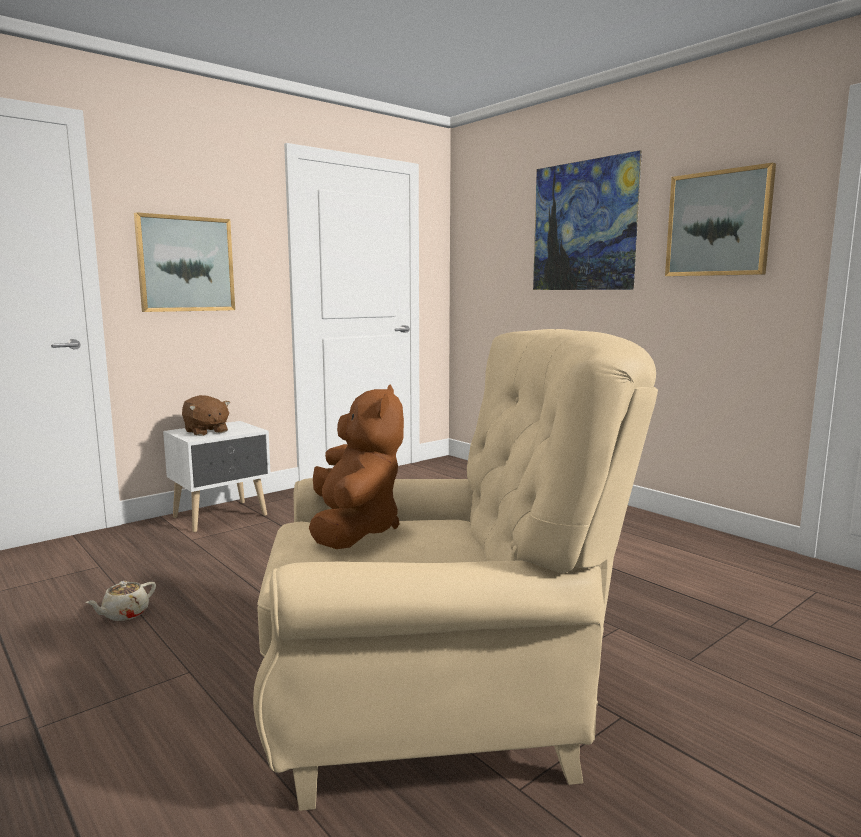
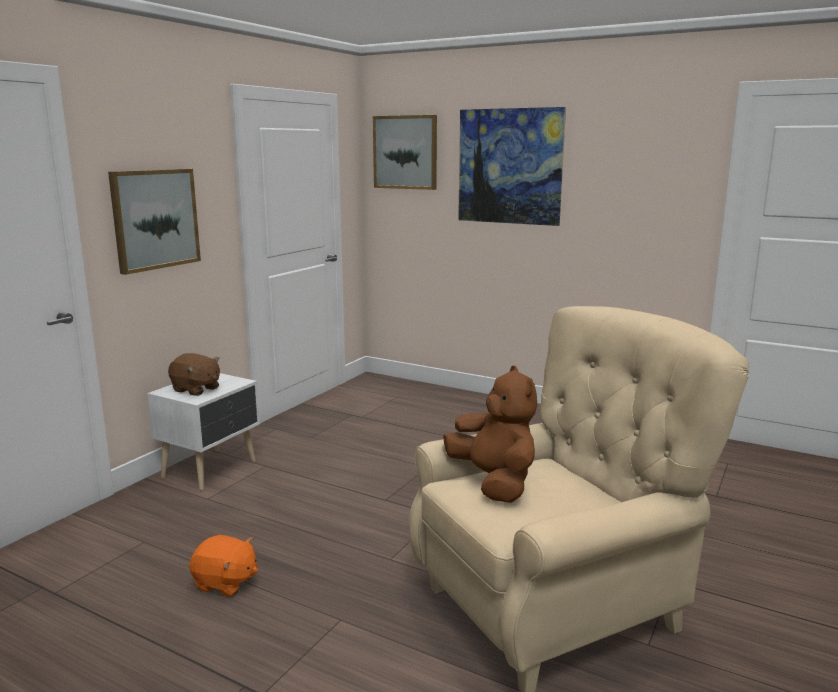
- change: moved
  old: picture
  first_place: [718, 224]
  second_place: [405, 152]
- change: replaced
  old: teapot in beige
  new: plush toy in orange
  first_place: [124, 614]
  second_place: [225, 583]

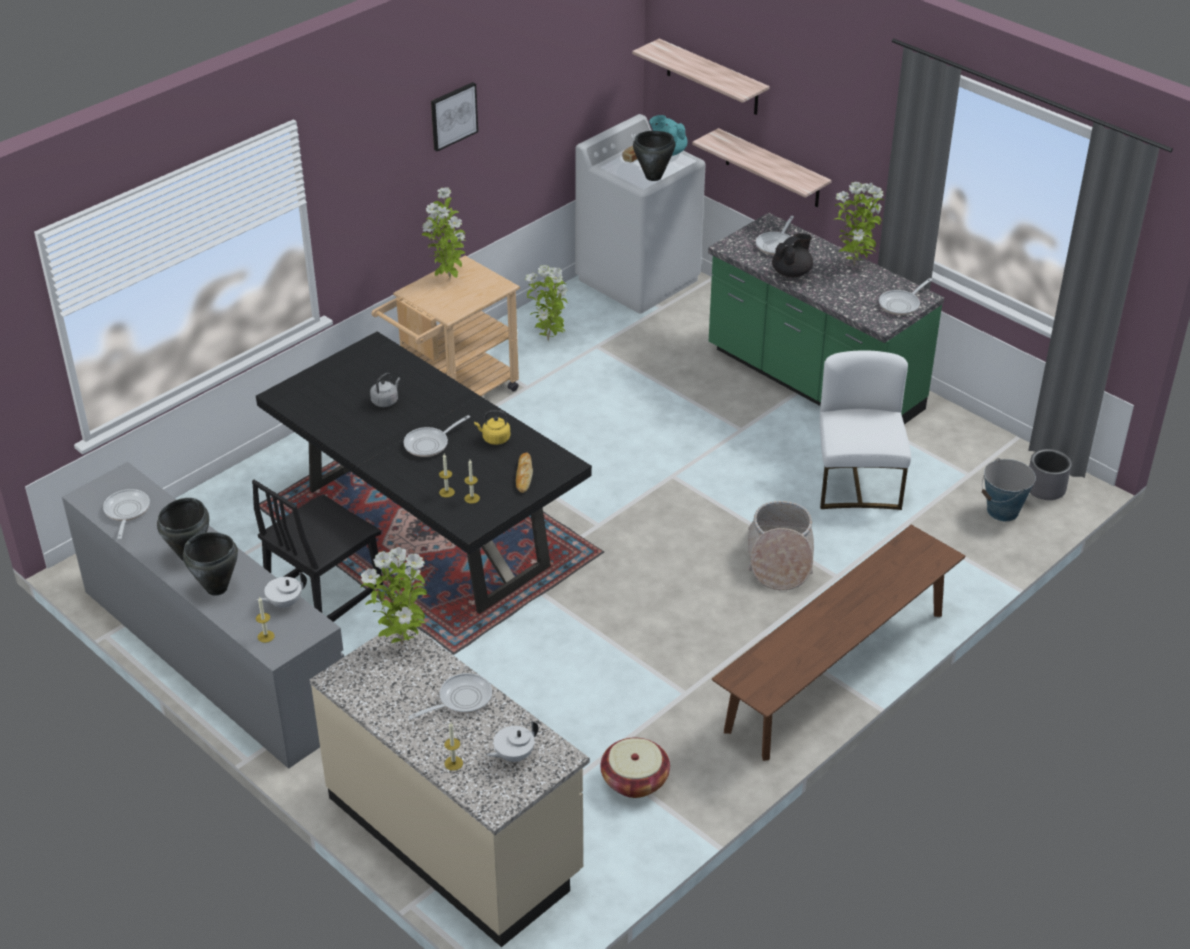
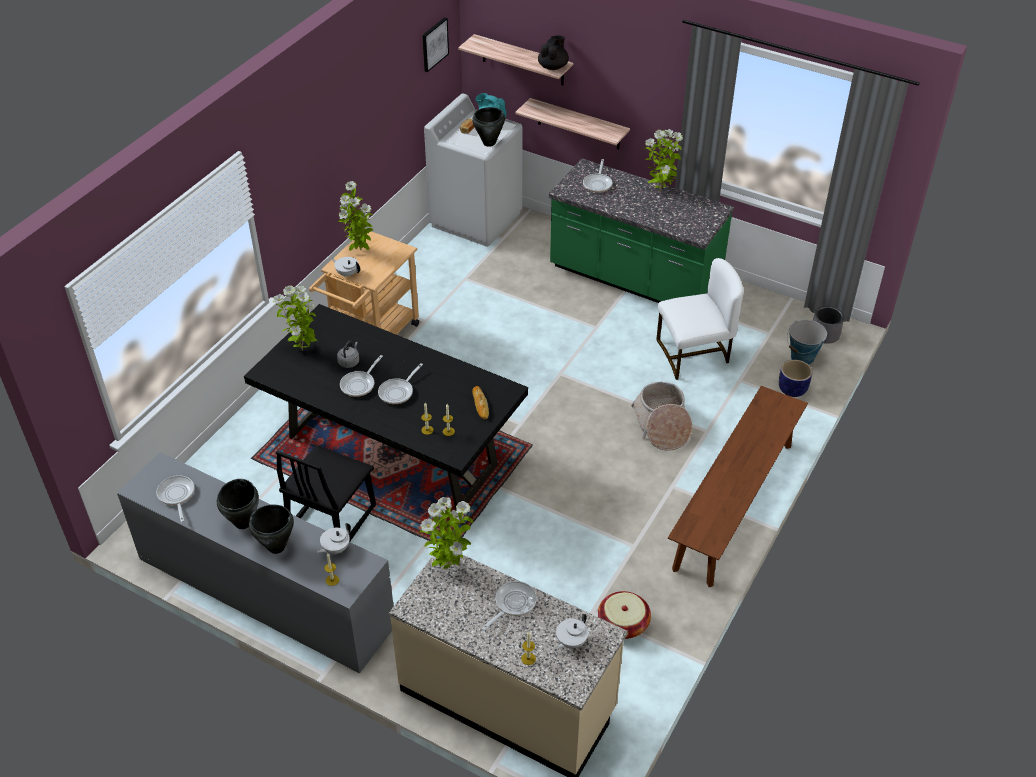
- change: moved
  old: picture
  first_place: [453, 116]
  second_place: [434, 44]
- change: moved
  old: teapot in black
  first_place: [792, 273]
  second_place: [553, 66]
- change: moved
  old: potted plant
  first_place: [549, 340]
  second_place: [303, 349]
- change: moved
  old: frying pan
  first_place: [901, 304]
  second_place: [359, 384]
- change: turned
  old: chair in white
  first_place: [857, 483]
  second_place: [694, 354]
  degrees: 90
- change: removed
  old: kettle in yellow
  first_place: [494, 439]
- change: added
  new: teapot in white
  second_place: [347, 273]
- change: added
  new: planter
  second_place: [792, 390]

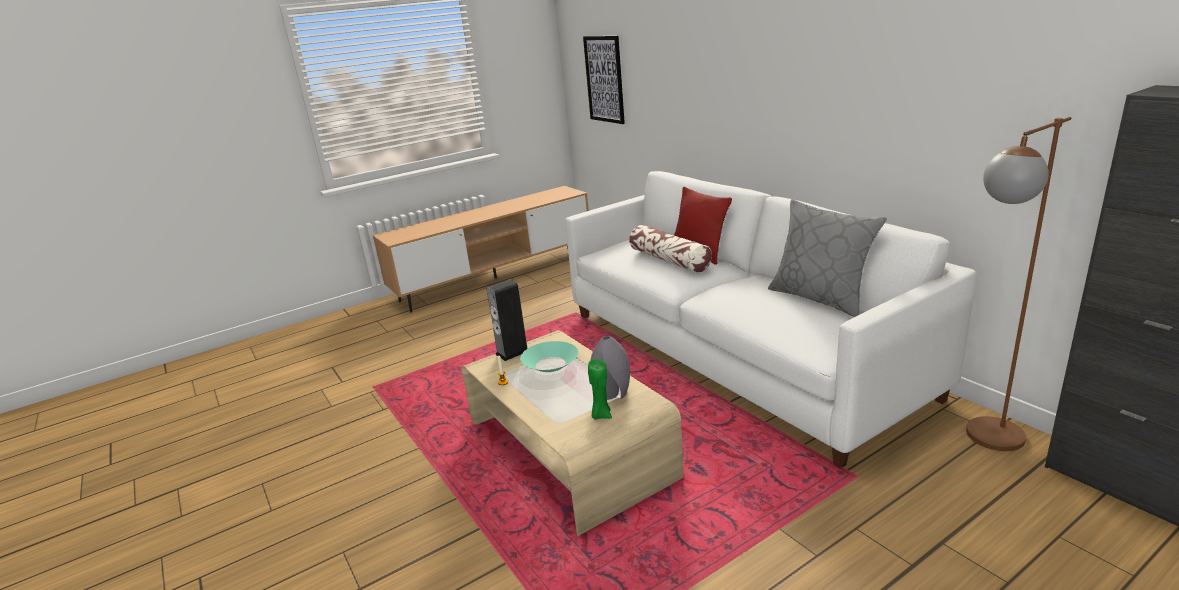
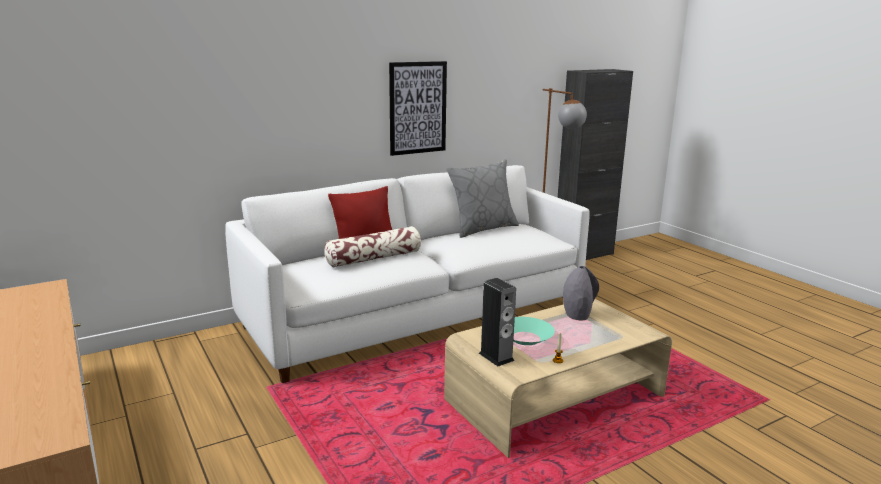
- change: moved
  old: picture
  first_place: [604, 79]
  second_place: [417, 108]
- change: removed
  old: candle in green
  first_place: [601, 415]

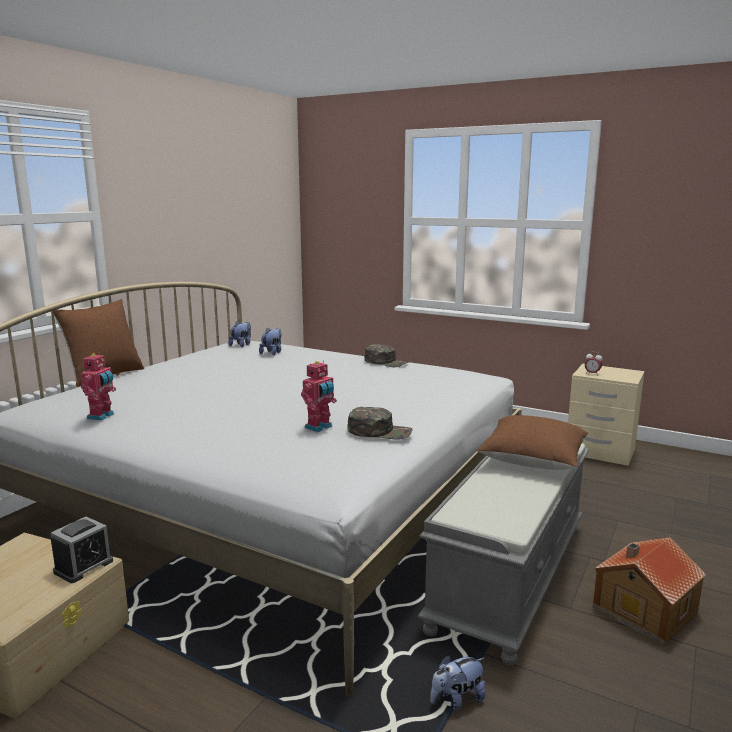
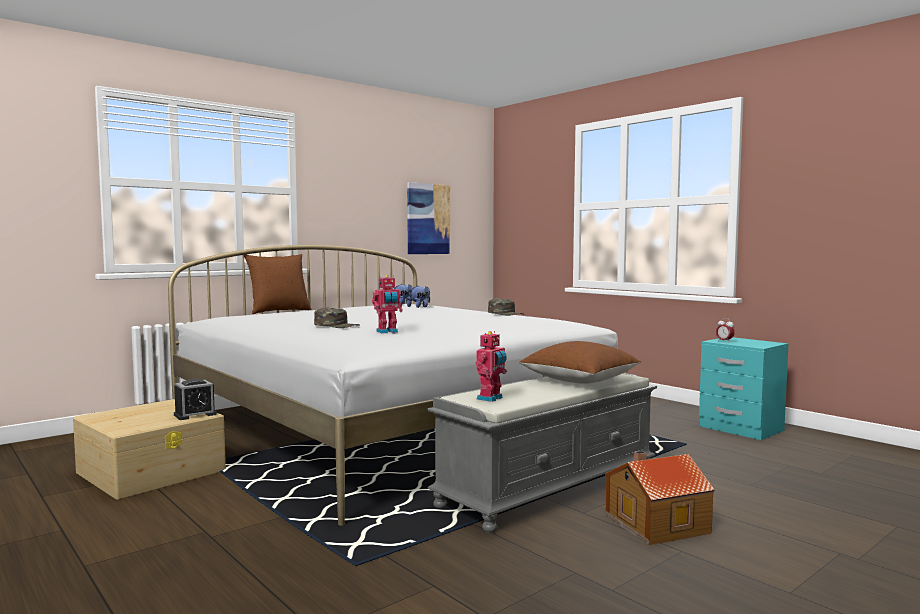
- change: moved
  old: toy robot
  first_place: [102, 416]
  second_place: [491, 398]
- change: recoloured
  old: nightstand in beige
  new: nightstand in turquoise
  first_place: [600, 451]
  second_place: [741, 428]
- change: moved
  old: cap in green
  first_place: [379, 431]
  second_place: [336, 325]
- change: removed
  old: plush toy
  first_place: [457, 699]
- change: added
  new: picture
  second_place: [428, 219]

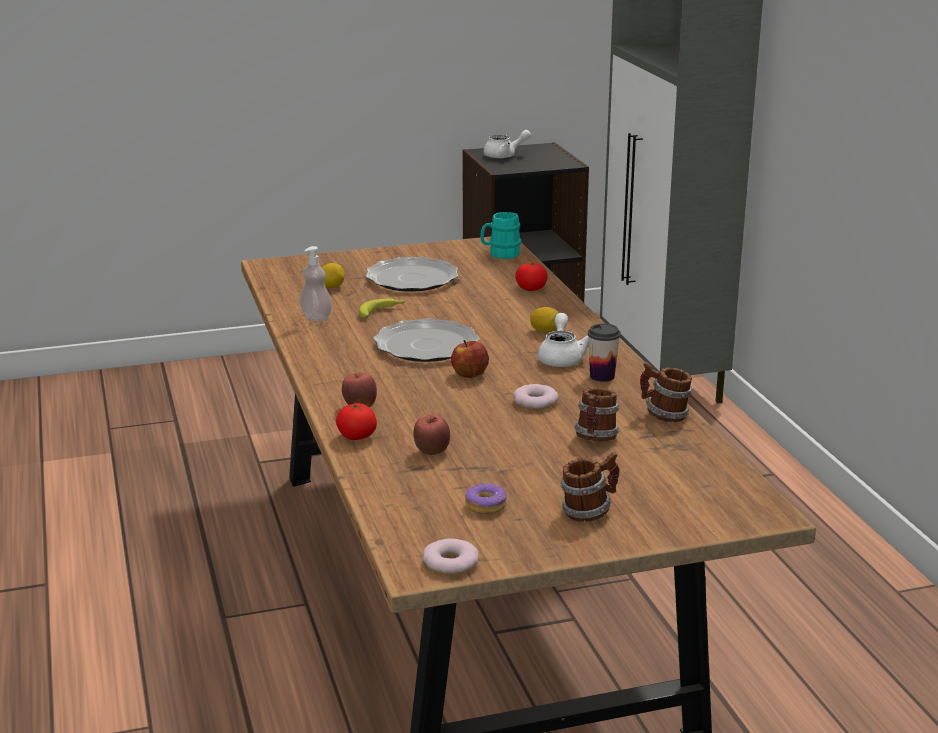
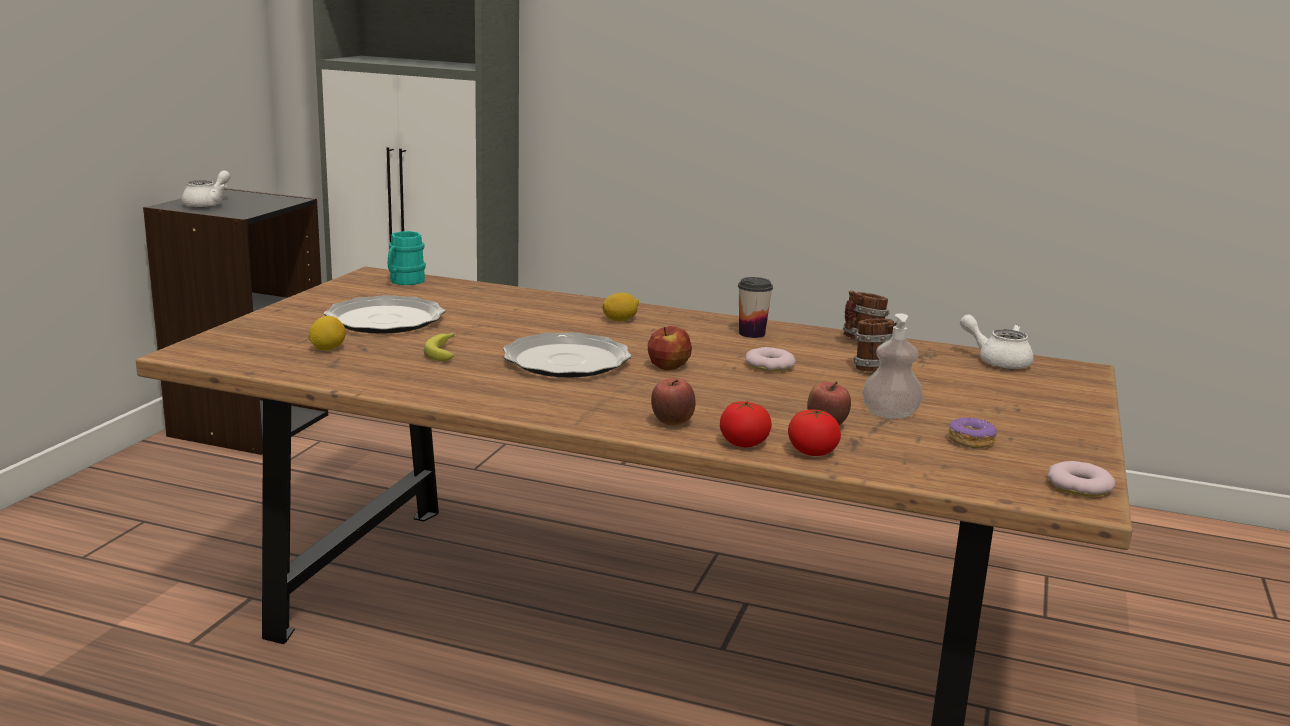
- change: moved
  old: soap dispenser
  first_place: [316, 317]
  second_place: [890, 414]
- change: moved
  old: tomato
  first_place: [531, 289]
  second_place: [812, 452]
- change: moved
  old: teapot in white
  first_place: [561, 358]
  second_place: [997, 361]
- change: removed
  old: mug
  first_place: [588, 512]

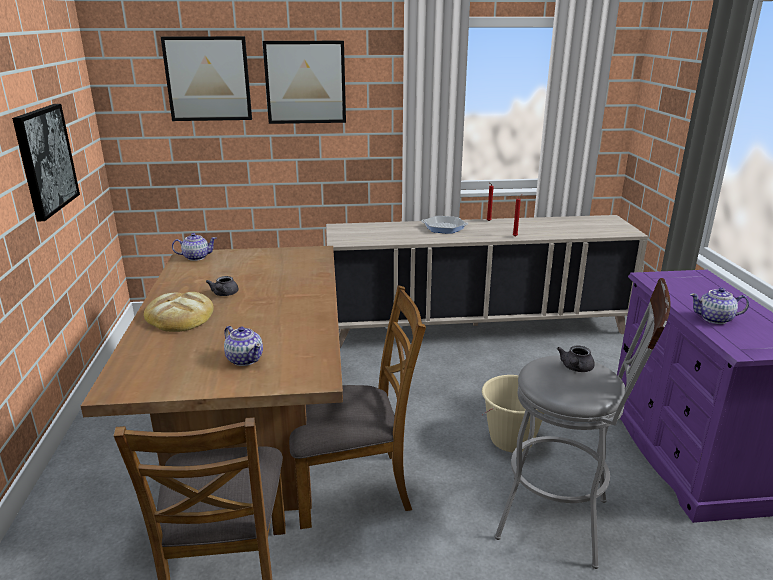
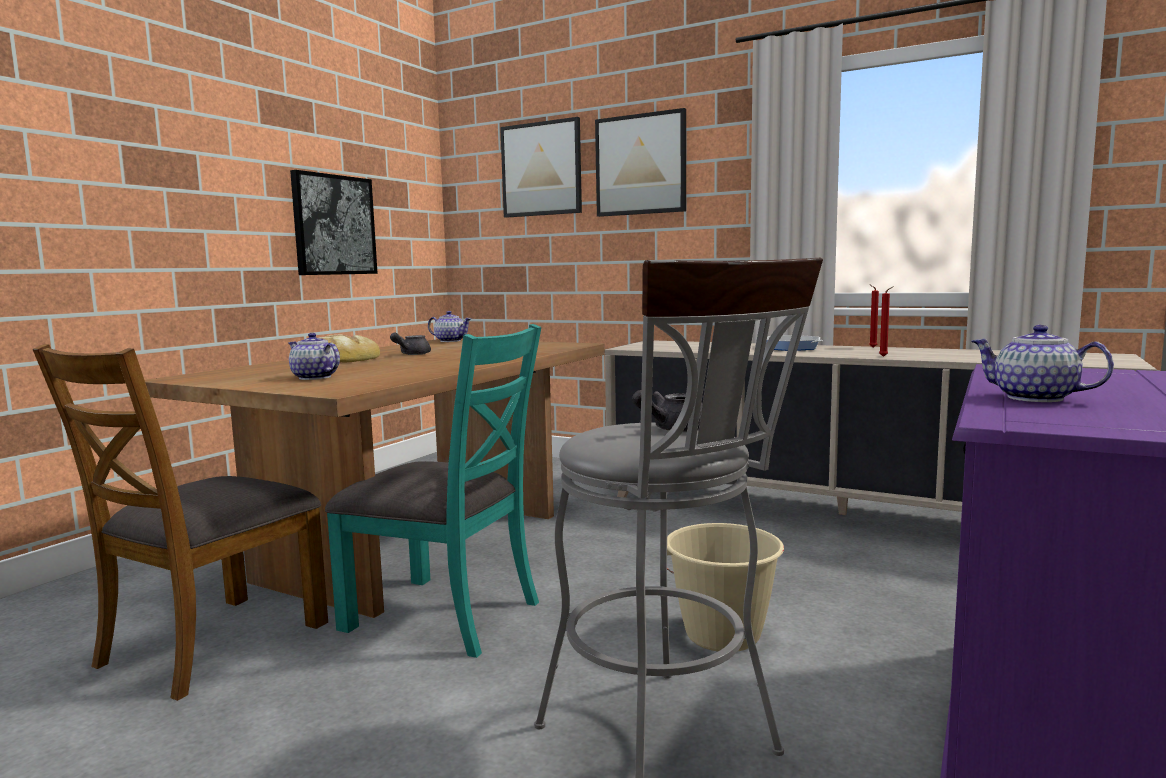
- change: recoloured
  old: chair in brown
  new: chair in turquoise
  first_place: [352, 487]
  second_place: [445, 614]
- change: turned
  old: teapot
  first_place: [245, 359]
  second_place: [315, 377]
  degrees: 135

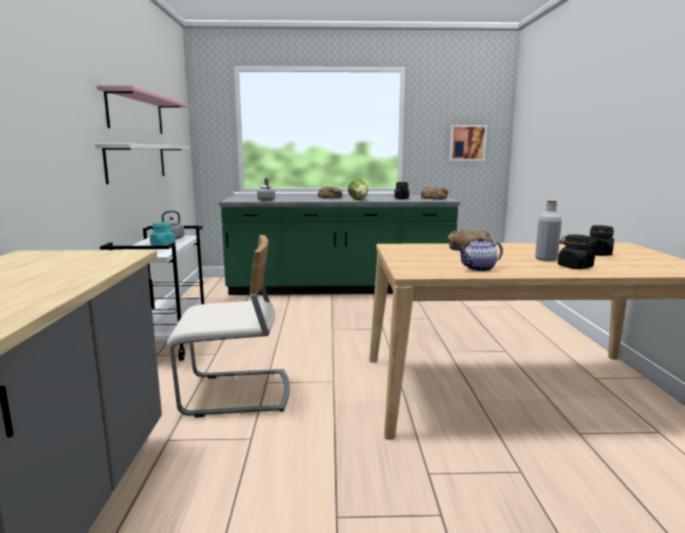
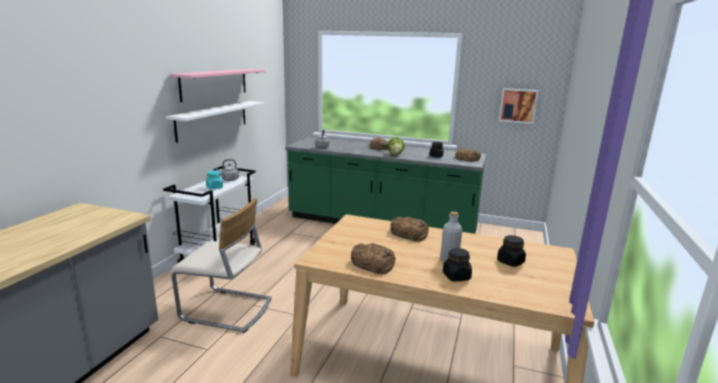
- change: replaced
  old: teapot
  new: bread
  first_place: [478, 269]
  second_place: [372, 263]

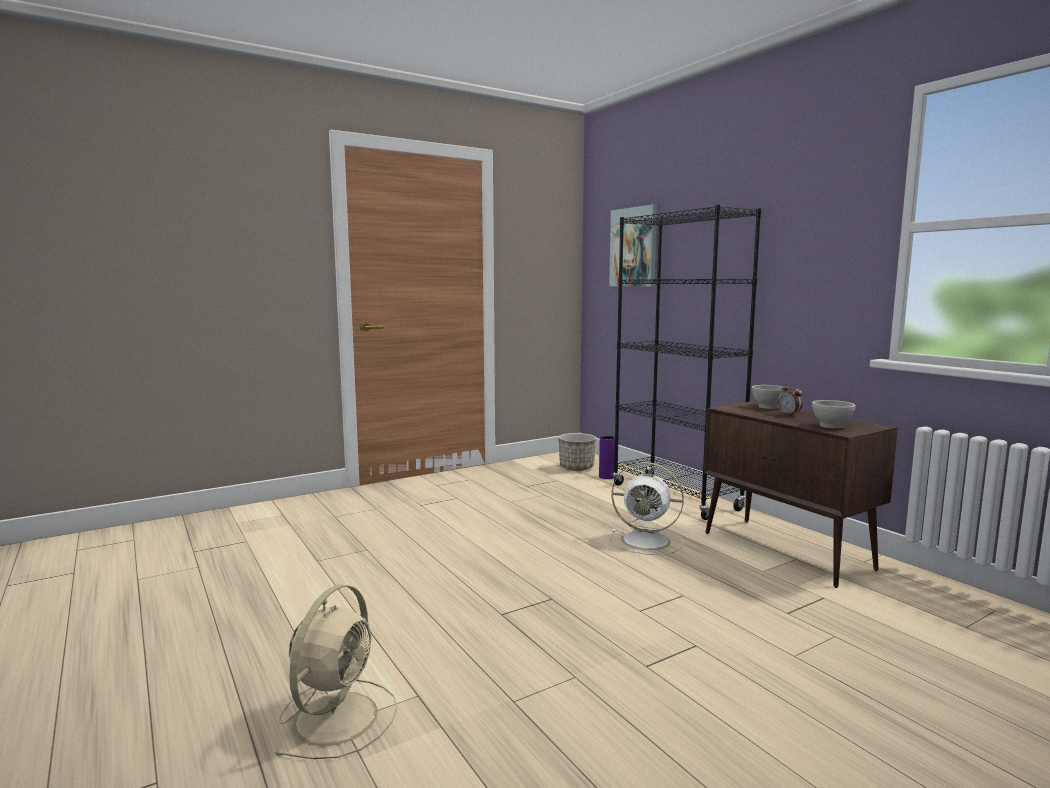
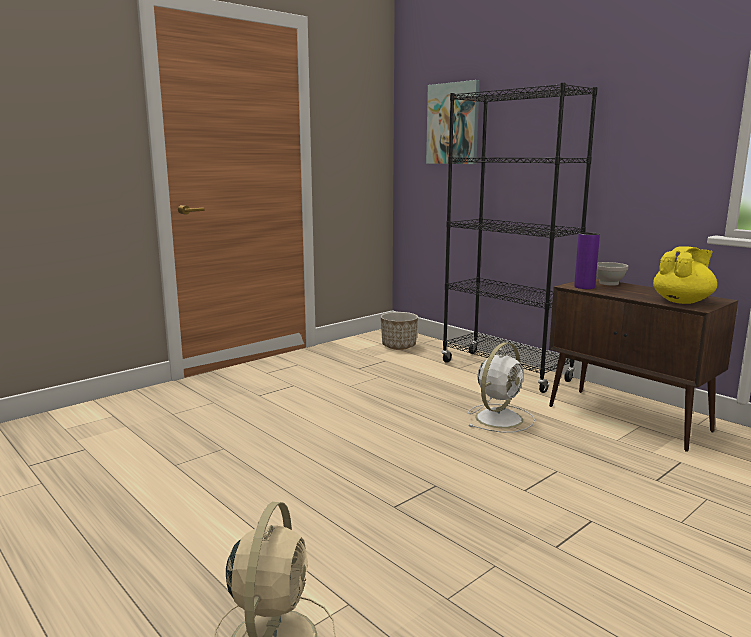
- change: removed
  old: alarm clock
  first_place: [789, 414]
- change: replaced
  old: bowl in white
  new: teapot in yellow
  first_place: [832, 426]
  second_place: [682, 301]
- change: moved
  old: vase in purple
  first_place: [606, 477]
  second_place: [584, 287]
- change: turned
  old: fan in white
  first_place: [648, 541]
  second_place: [500, 418]
  degrees: -60

